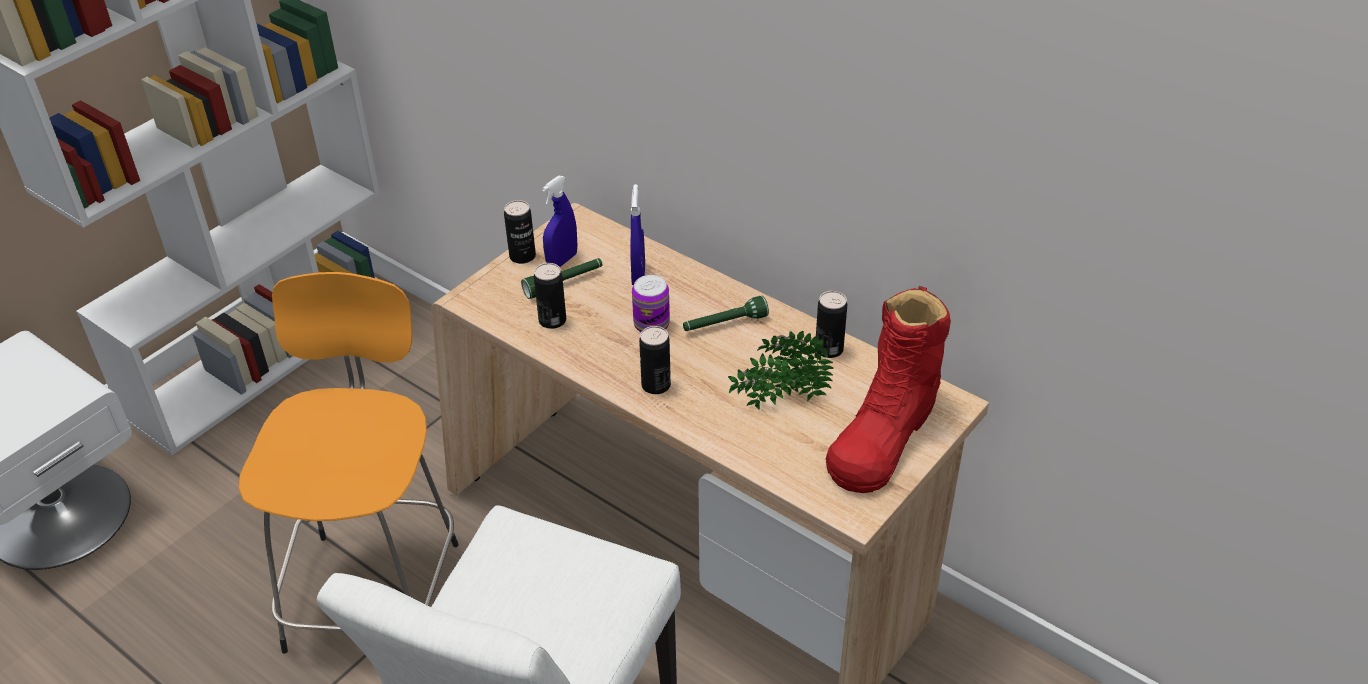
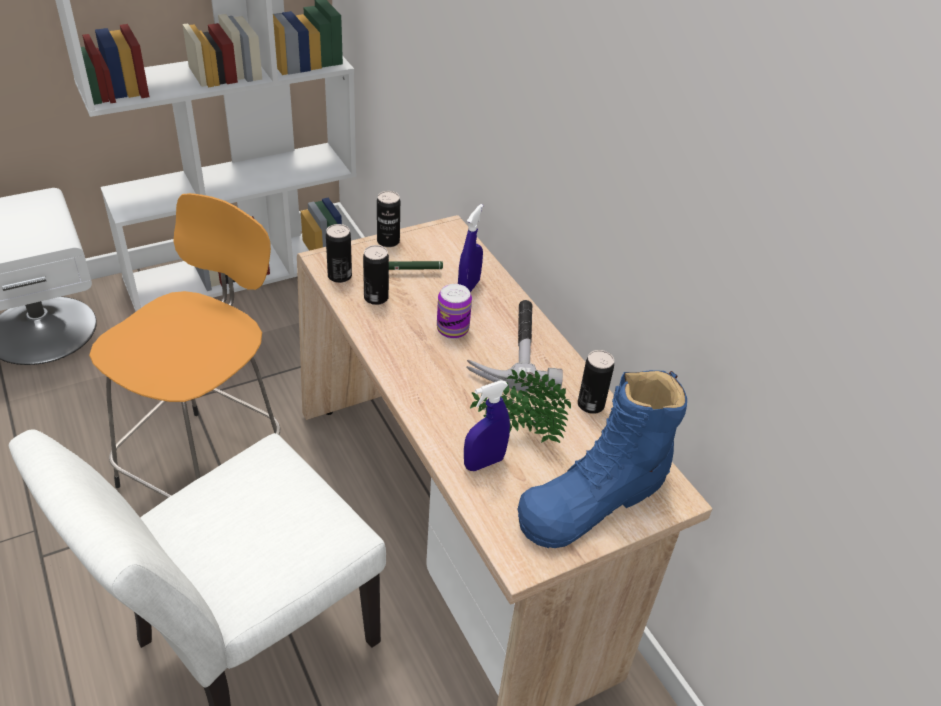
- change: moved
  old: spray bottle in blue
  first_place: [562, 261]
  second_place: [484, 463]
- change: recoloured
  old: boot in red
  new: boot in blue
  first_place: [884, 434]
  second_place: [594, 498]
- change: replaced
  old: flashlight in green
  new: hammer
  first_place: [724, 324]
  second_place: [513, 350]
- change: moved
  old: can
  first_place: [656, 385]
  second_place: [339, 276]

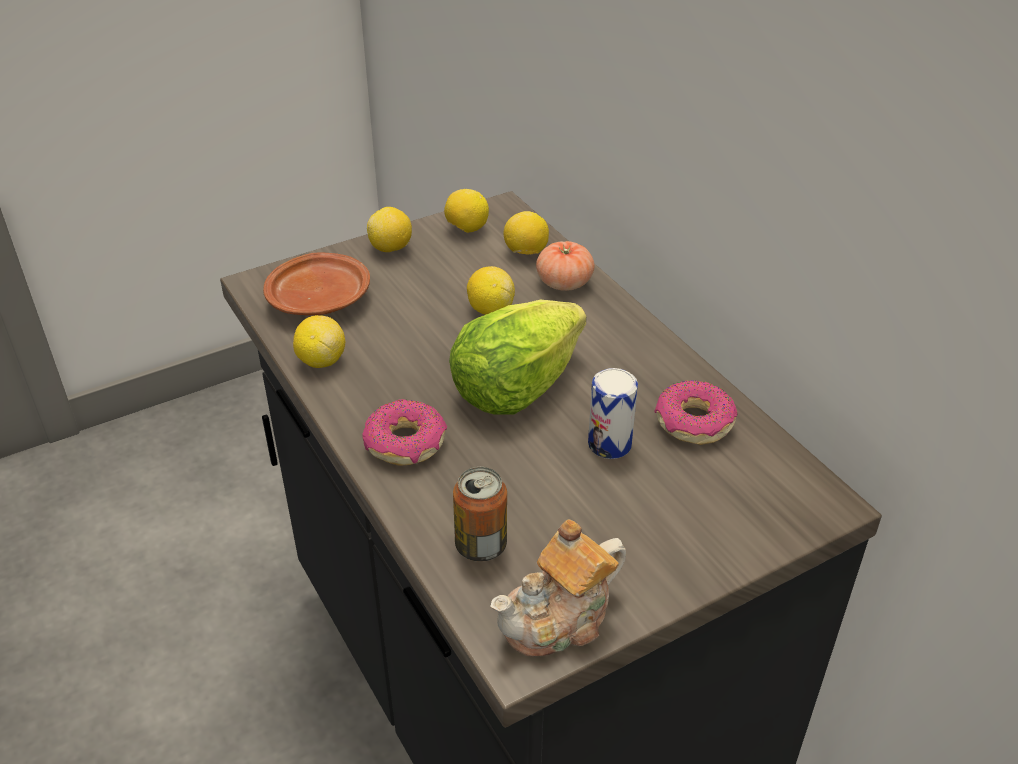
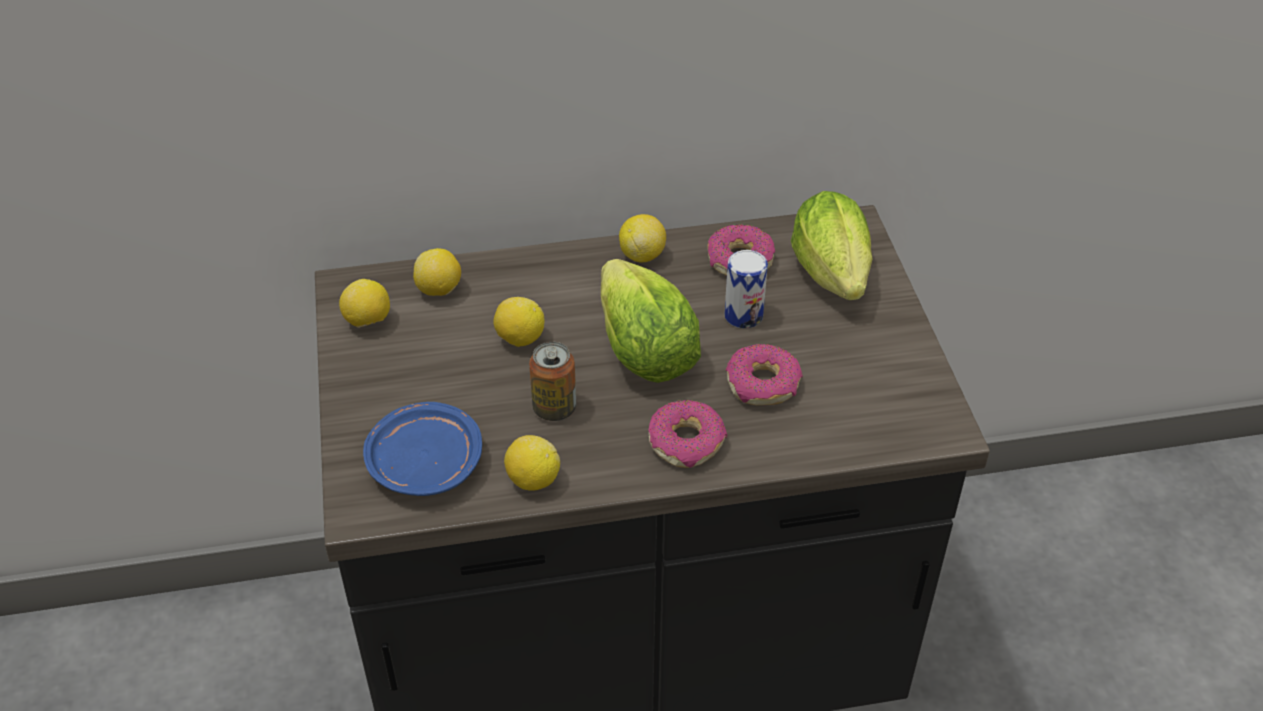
- change: moved
  old: lemon
  first_place: [391, 248]
  second_place: [642, 255]
- change: removed
  old: tomato
  first_place: [564, 283]
- change: recoloured
  old: plate in brown
  new: plate in blue
  first_place: [320, 299]
  second_place: [425, 462]
- change: moved
  old: can
  first_place: [481, 545]
  second_place: [554, 408]
- change: removed
  old: teapot
  first_place: [559, 620]
- change: added
  new: lettuce
  second_place: [833, 279]
- change: added
  new: donut
  second_place: [763, 384]

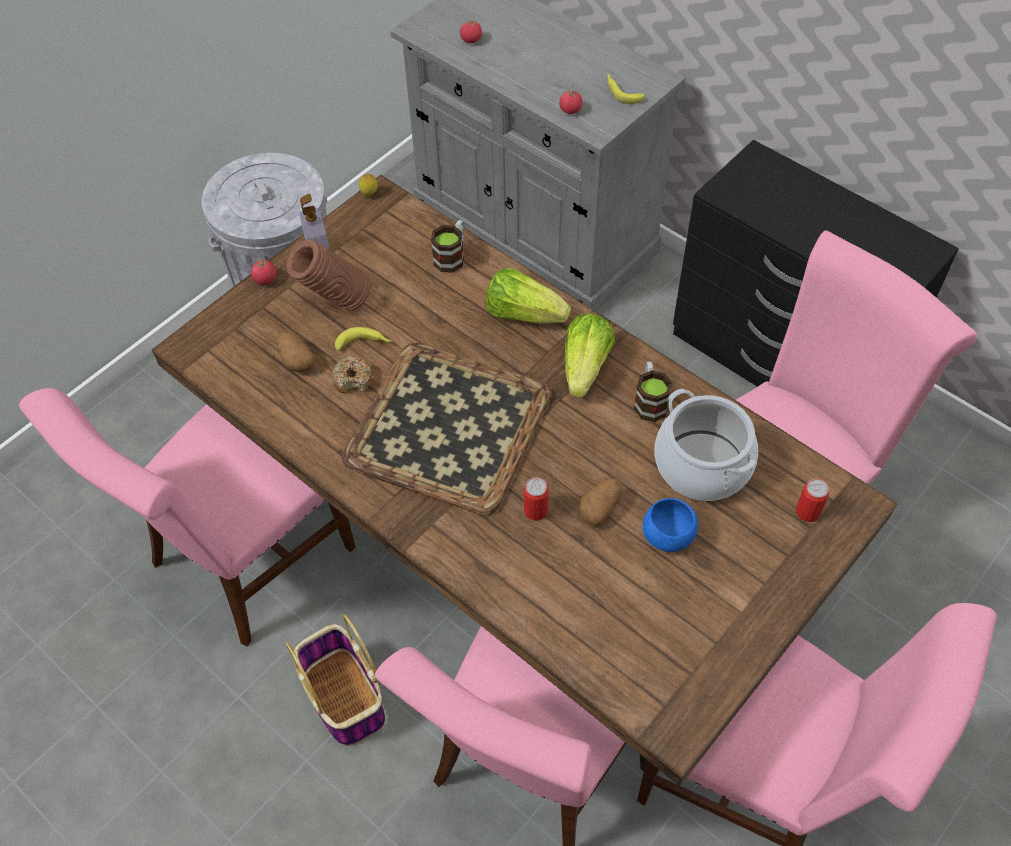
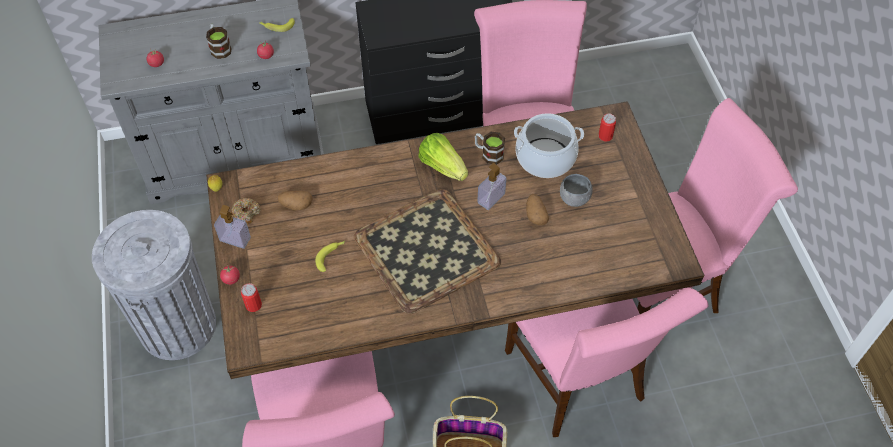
- change: moved
  old: mug
  first_place: [452, 256]
  second_place: [219, 48]
- change: removed
  old: vase in brown
  first_place: [335, 304]
- change: removed
  old: lettuce
  first_place: [523, 314]
- change: moved
  old: potato
  first_place: [296, 360]
  second_place: [296, 205]
- change: moved
  old: donut
  first_place: [353, 379]
  second_place: [246, 213]
- change: moved
  old: can
  first_place: [535, 510]
  second_place: [253, 305]
- change: recoloured
  old: bowl in blue
  new: bowl in grey
  first_place: [668, 536]
  second_place: [574, 198]
- change: added
  new: soap dispenser
  second_place: [491, 198]

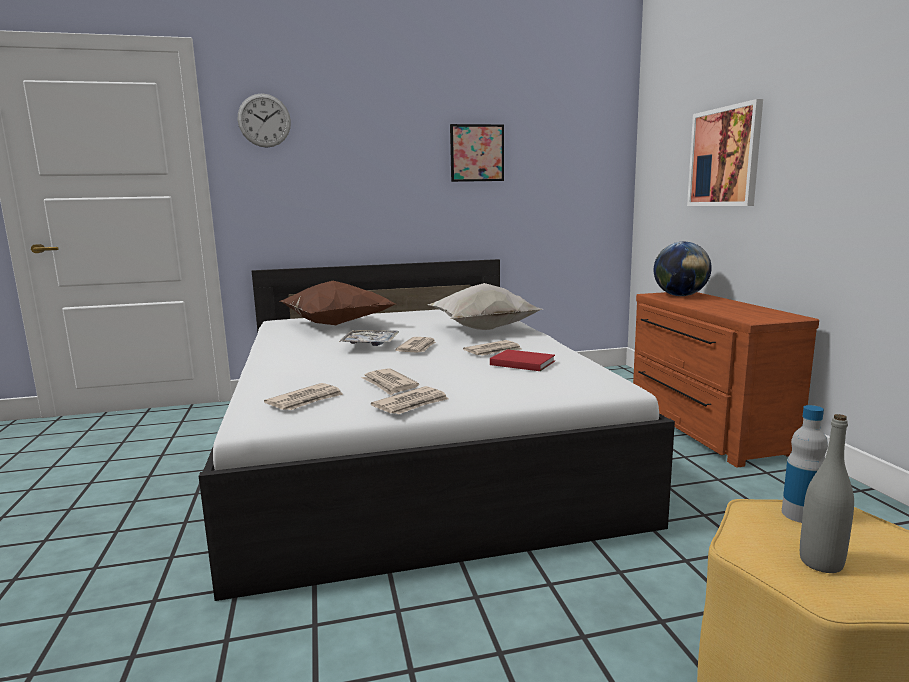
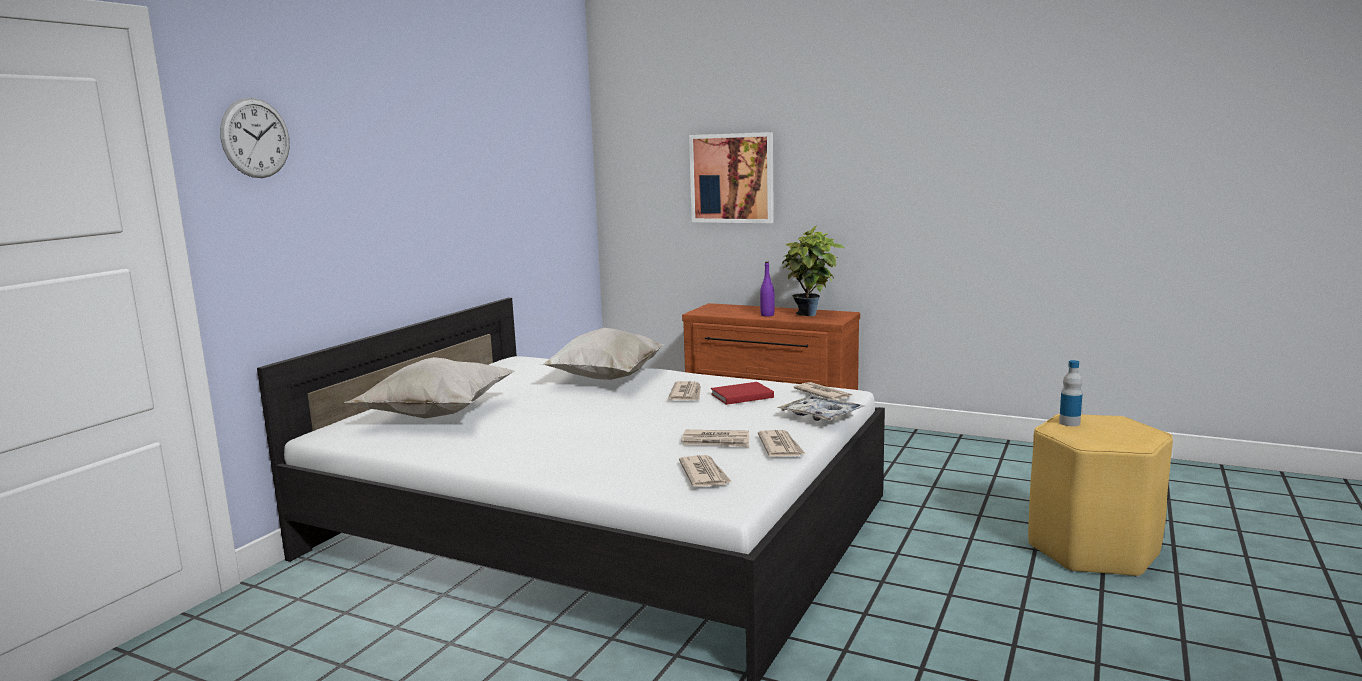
- change: removed
  old: picture
  first_place: [477, 153]
- change: removed
  old: globe
  first_place: [680, 296]
- change: recoloured
  old: pillow in brown
  new: pillow in white
  first_place: [335, 324]
  second_place: [436, 416]
- change: moved
  old: tray
  first_place: [370, 343]
  second_place: [821, 416]
- change: moved
  old: newspaper
  first_place: [417, 348]
  second_place: [822, 394]
- change: removed
  old: bottle in grey
  first_place: [821, 563]
- change: added
  new: potted plant
  second_place: [810, 315]
- change: added
  new: bottle in purple
  second_place: [767, 315]

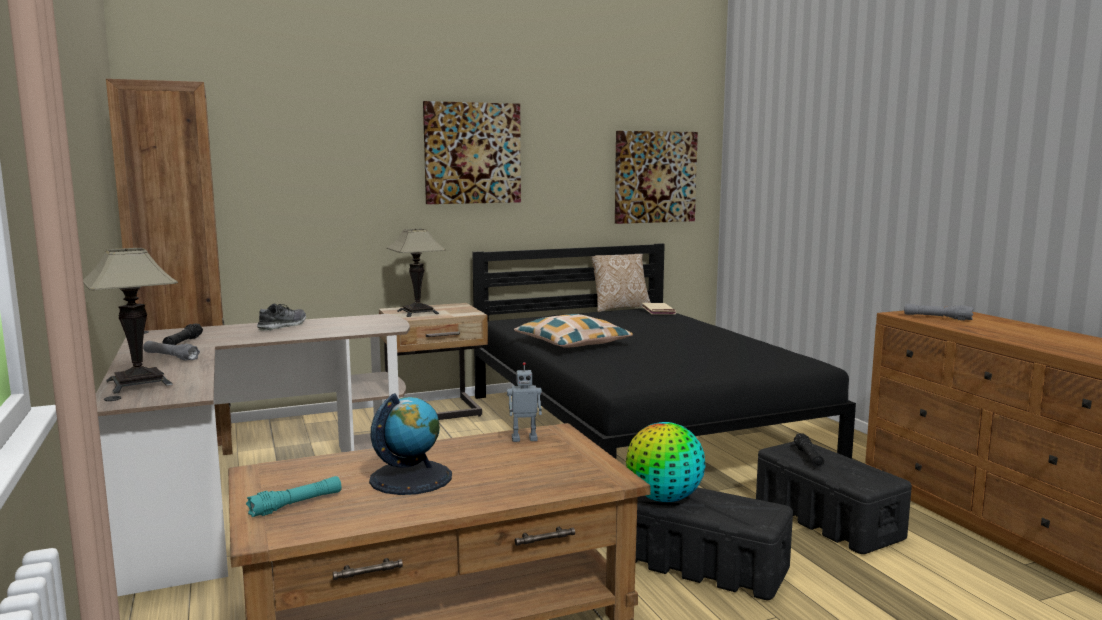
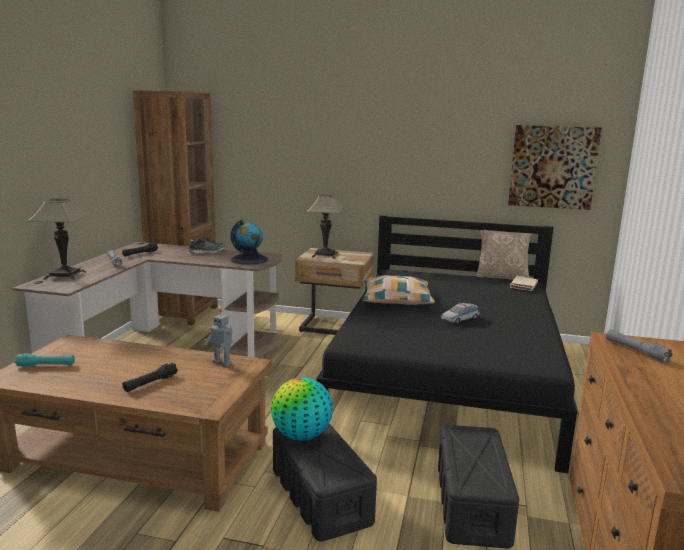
- change: removed
  old: picture
  first_place: [472, 153]
- change: moved
  old: globe
  first_place: [411, 478]
  second_place: [249, 259]
- change: moved
  old: flashlight in black
  first_place: [808, 457]
  second_place: [150, 383]
- change: added
  new: toy car
  second_place: [460, 319]

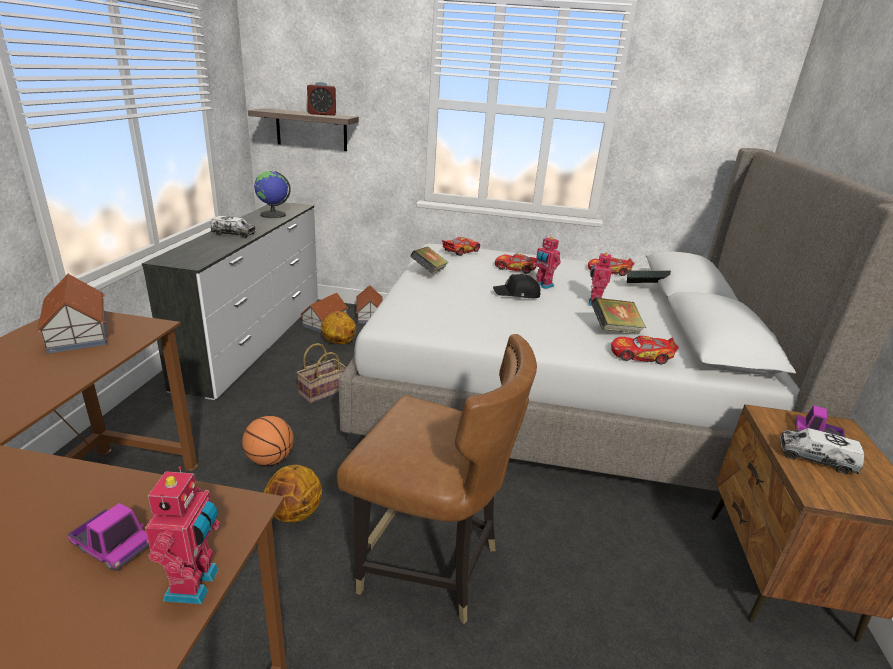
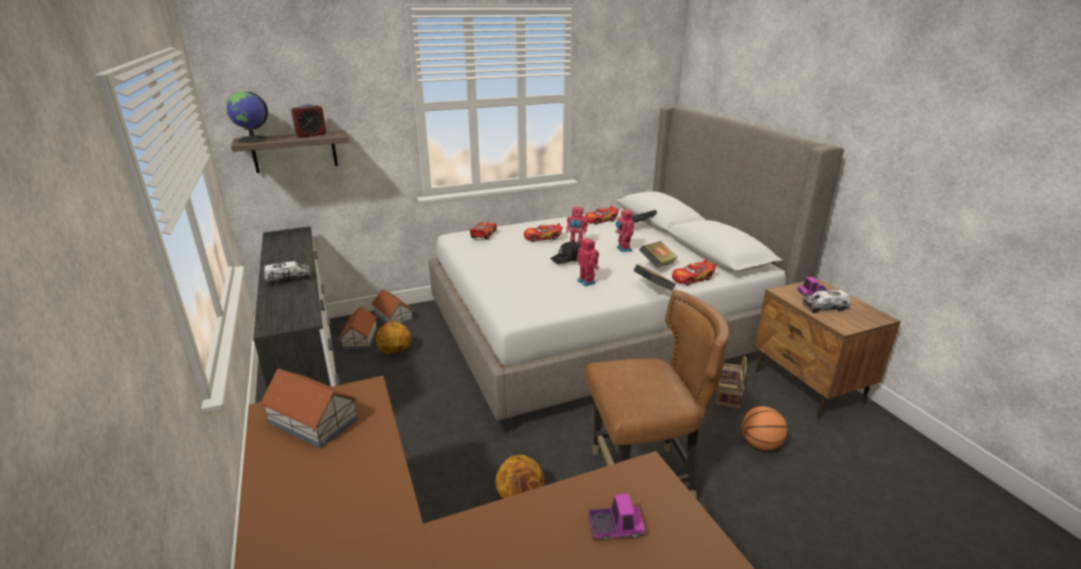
- change: moved
  old: globe
  first_place: [273, 215]
  second_place: [253, 140]
- change: moved
  old: book
  first_place: [429, 272]
  second_place: [653, 289]
- change: moved
  old: basket
  first_place: [323, 391]
  second_place: [726, 394]
- change: moved
  old: basketball
  first_place: [270, 459]
  second_place: [760, 444]
- change: moved
  old: toy robot
  first_place: [195, 584]
  second_place: [587, 282]

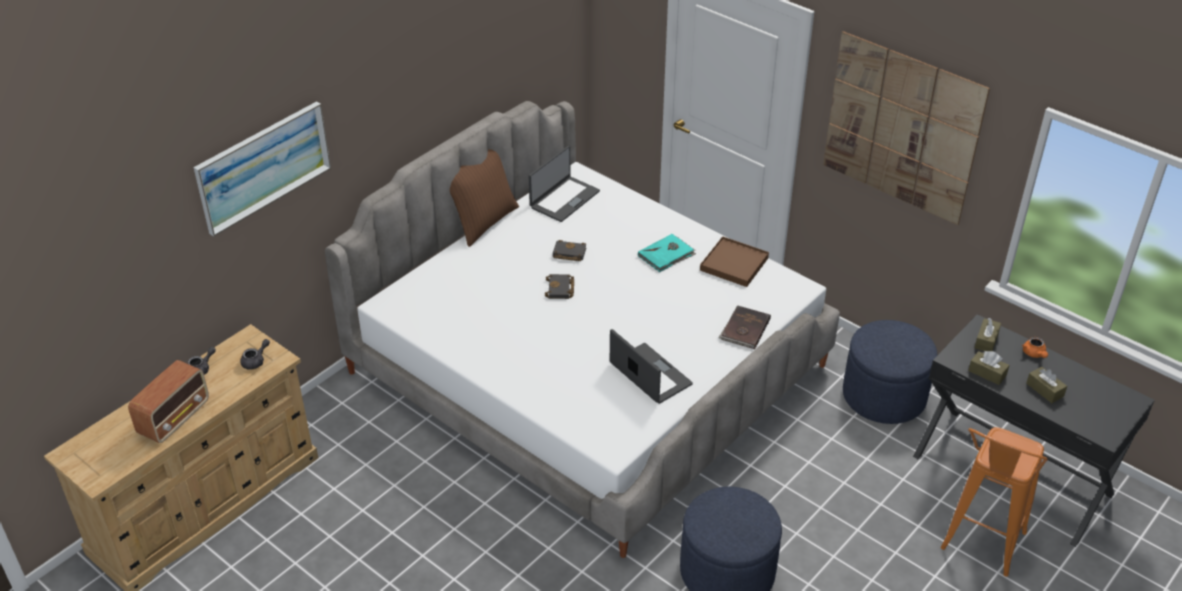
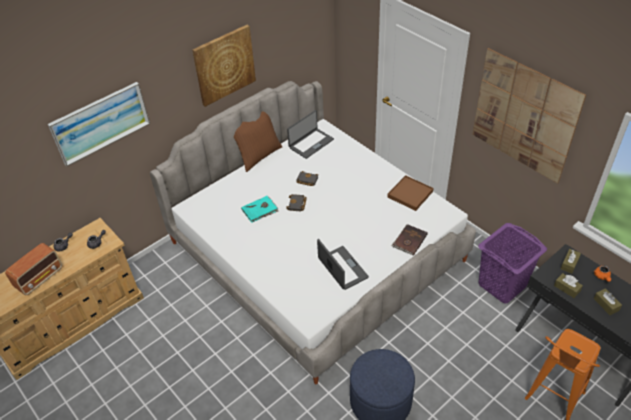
- change: moved
  old: book in turquoise
  first_place: [666, 255]
  second_place: [260, 210]
- change: replaced
  old: ottoman in blue
  new: laundry basket in purple
  first_place: [884, 396]
  second_place: [501, 285]
- change: added
  new: picture
  second_place: [224, 65]

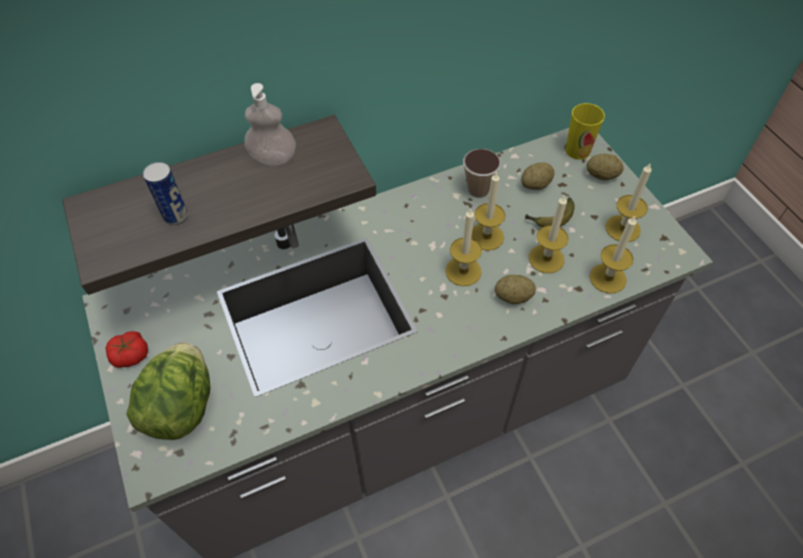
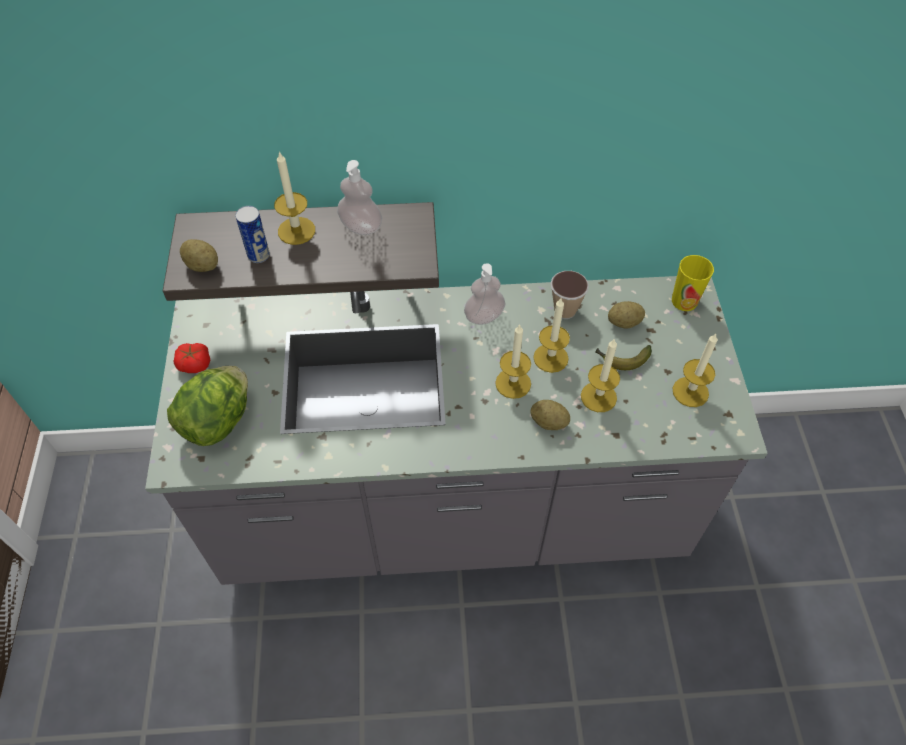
- change: moved
  old: potato
  first_place: [601, 175]
  second_place: [202, 266]
- change: moved
  old: candle
  first_place: [607, 278]
  second_place: [296, 231]
- change: added
  new: soap dispenser
  second_place: [484, 316]

